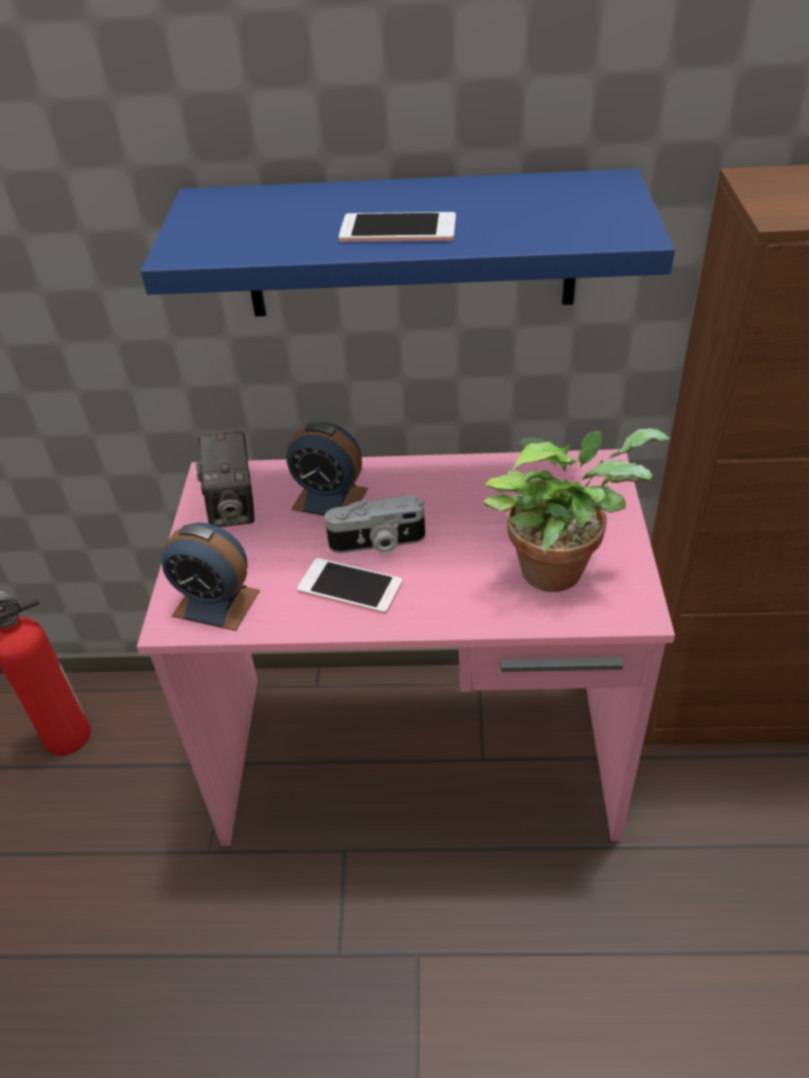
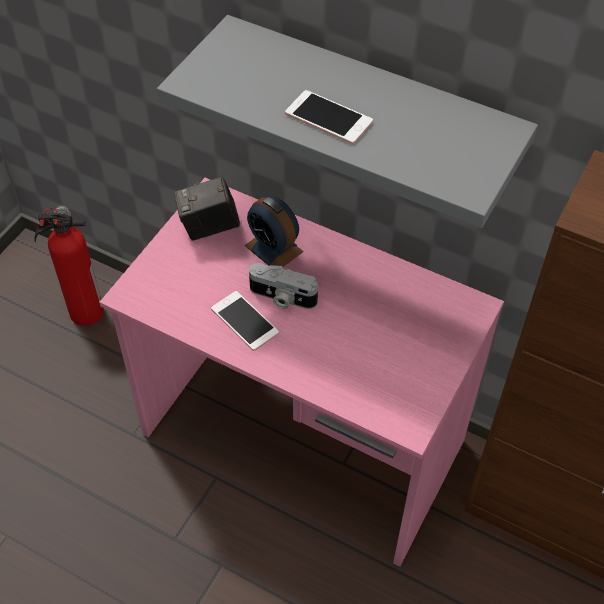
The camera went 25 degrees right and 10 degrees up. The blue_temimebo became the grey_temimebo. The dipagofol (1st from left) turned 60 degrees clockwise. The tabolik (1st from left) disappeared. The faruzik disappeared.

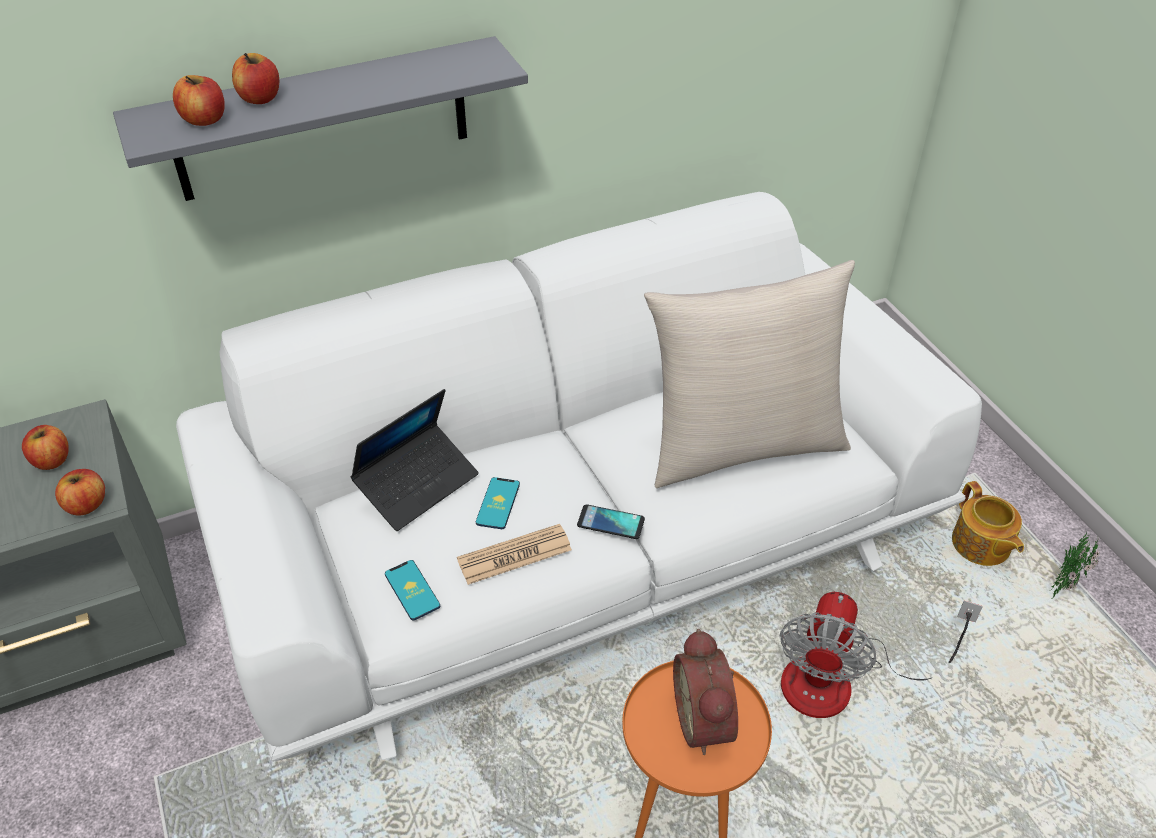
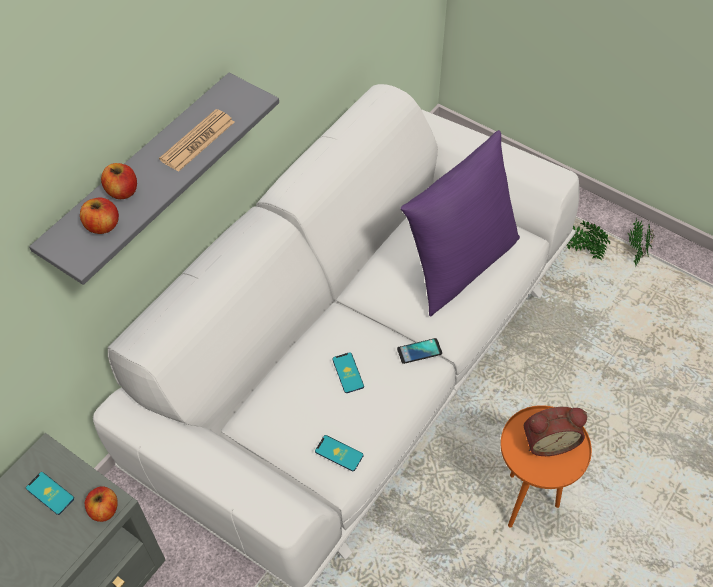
The camera went 30 degrees left and 10 degrees up. The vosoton (1st from left) was replaced by the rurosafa (1st from left). The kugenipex moved. The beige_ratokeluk became the purple_ratokeluk. The tabolik turned 60 degrees counterclockwise. The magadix was replaced by the faruzik (1st from left). The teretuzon disappeared. The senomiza disappeared.

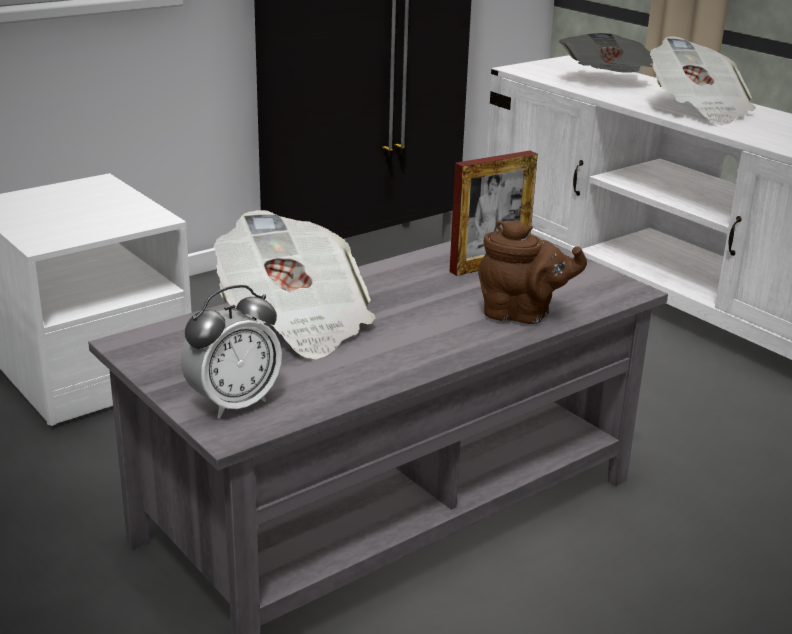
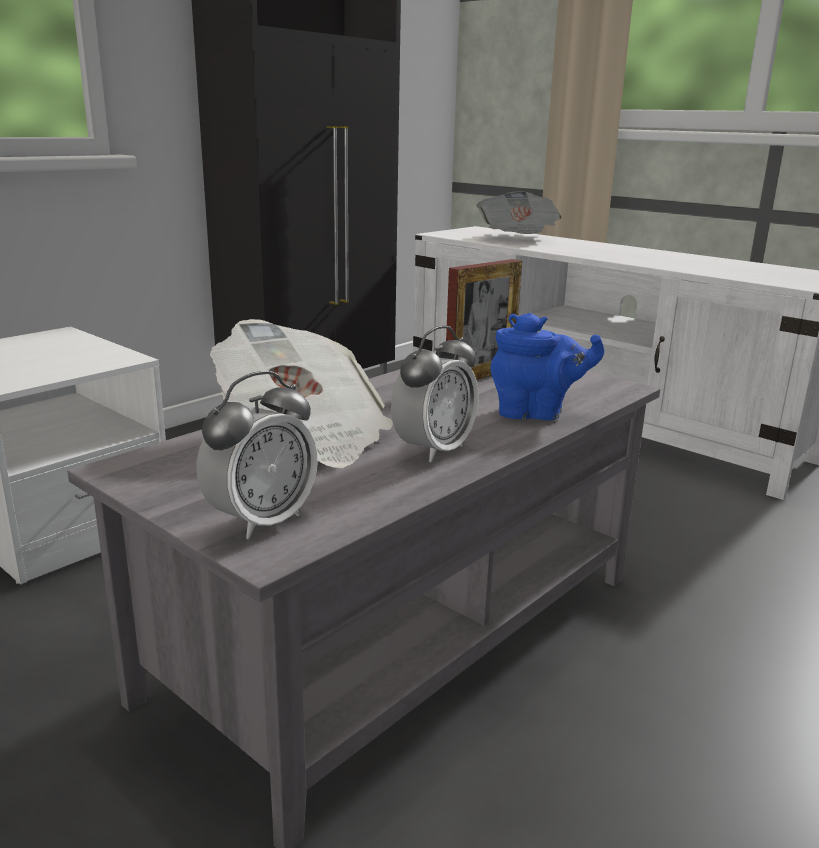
The camera went 10 degrees left and 5 degrees down. The tabolik (2nd from left) appeared. The brown_magadix became the blue_magadix. The kugenipex (3rd from left) disappeared.

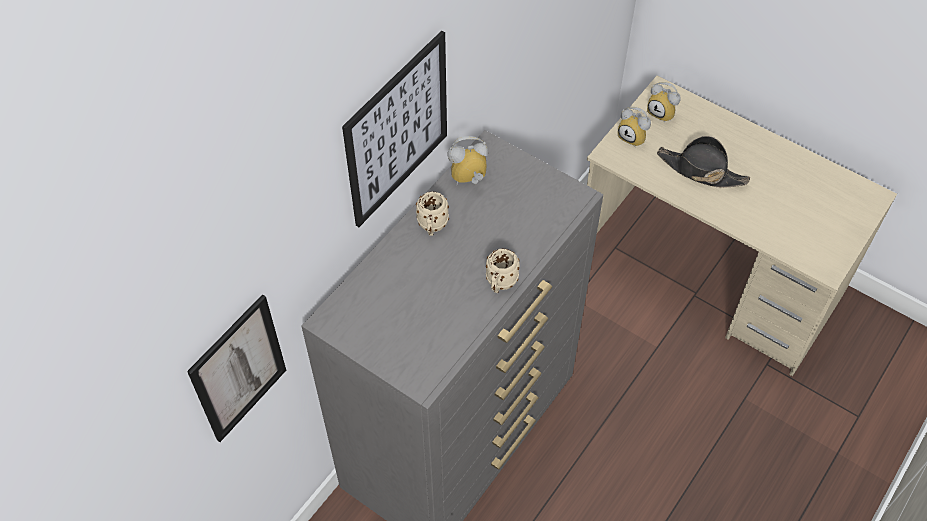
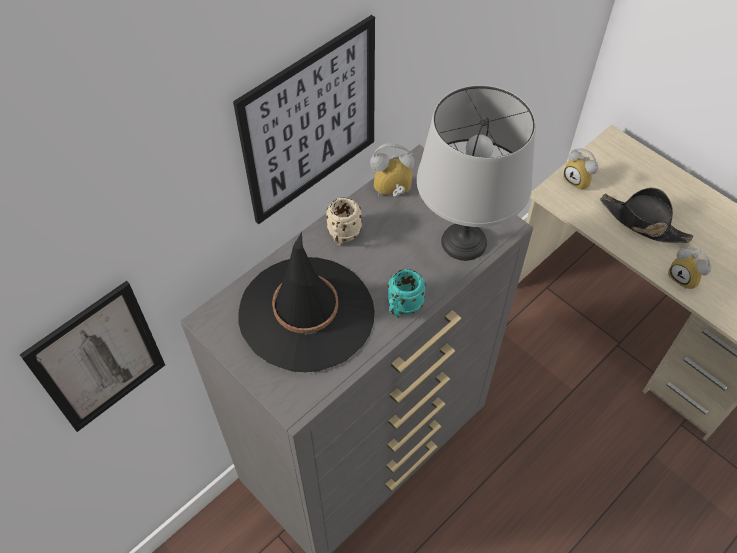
The camera went 10 degrees right and 0 degrees up. The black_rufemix (1st from left) appeared. The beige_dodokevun (2nd from left) became the turquoise_dodokevun. The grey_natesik appeared. The tabolik (3rd from left) moved.

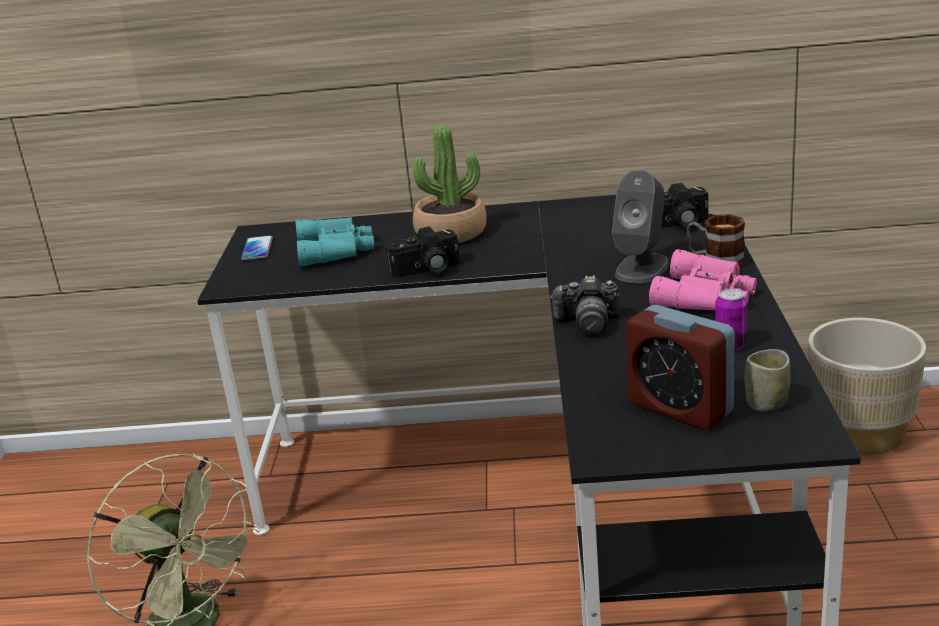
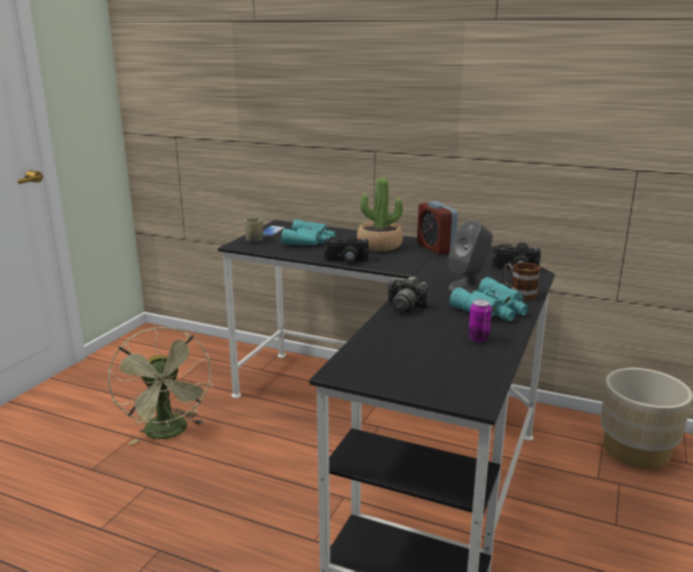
The camera went 20 degrees right and 5 degrees down. The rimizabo moved. The tabolik moved. The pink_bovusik became the turquoise_bovusik (2nd from left).

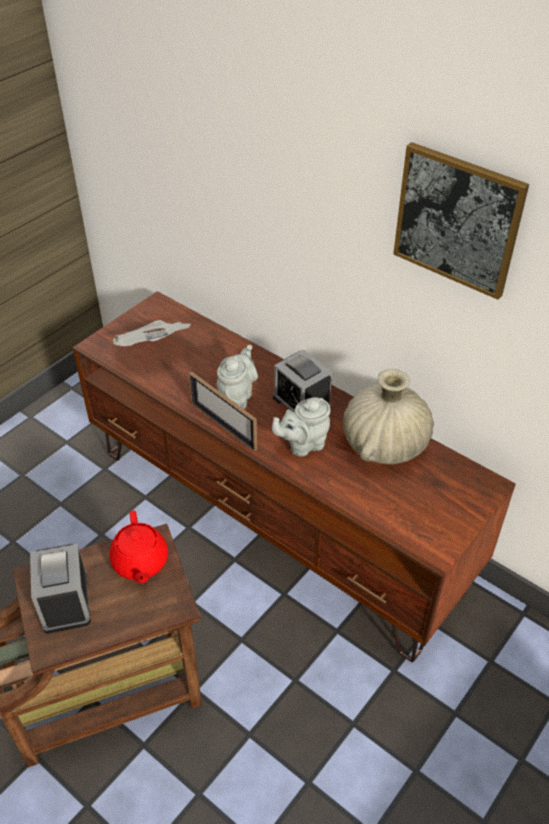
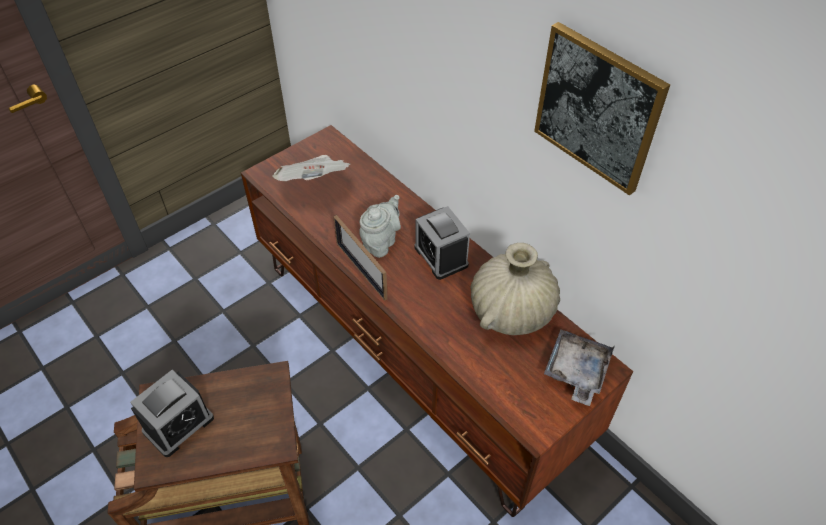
The camera went 10 degrees right and 5 degrees up. The tabolik (1st from left) turned 135 degrees counterclockwise. The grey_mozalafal appeared. The red_magadix disappeared. The grey_magadix (2nd from left) disappeared.

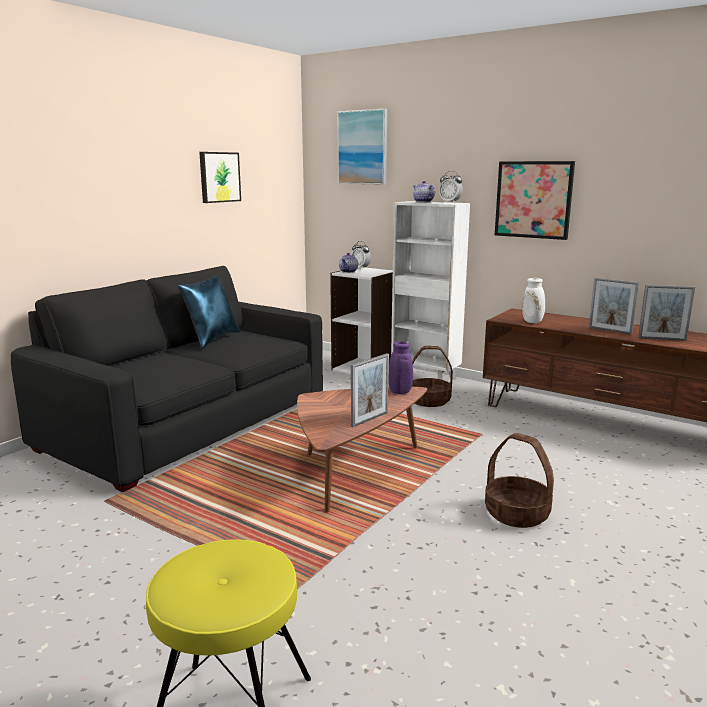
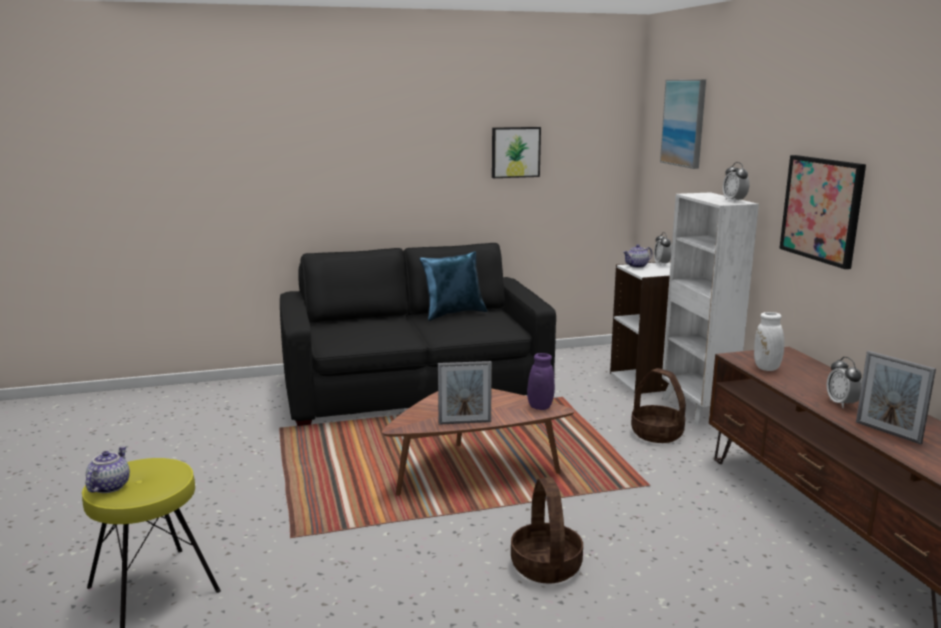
The camera went 40 degrees right and 0 degrees up. The magadix (2nd from left in the first image) moved. The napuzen (2nd from left) was replaced by the tabolik (3rd from left).

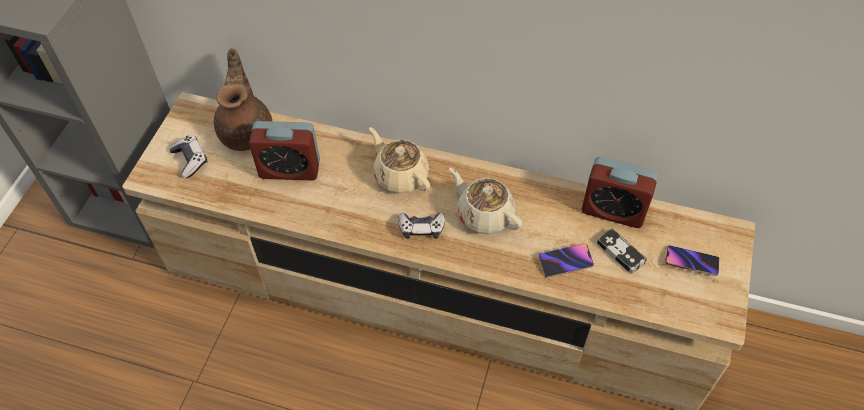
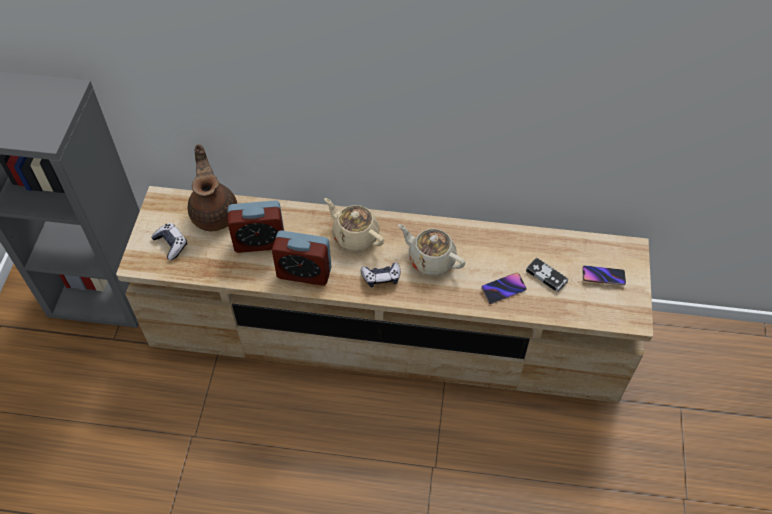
The camera went 10 degrees left and 0 degrees up. The tabolik (2nd from left) moved.

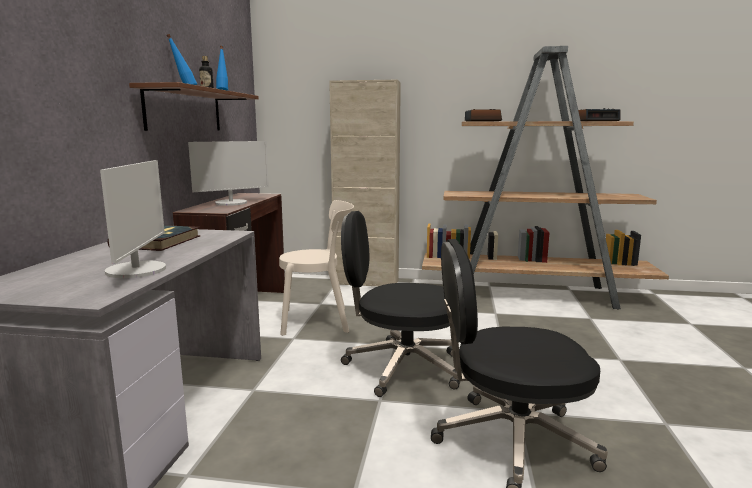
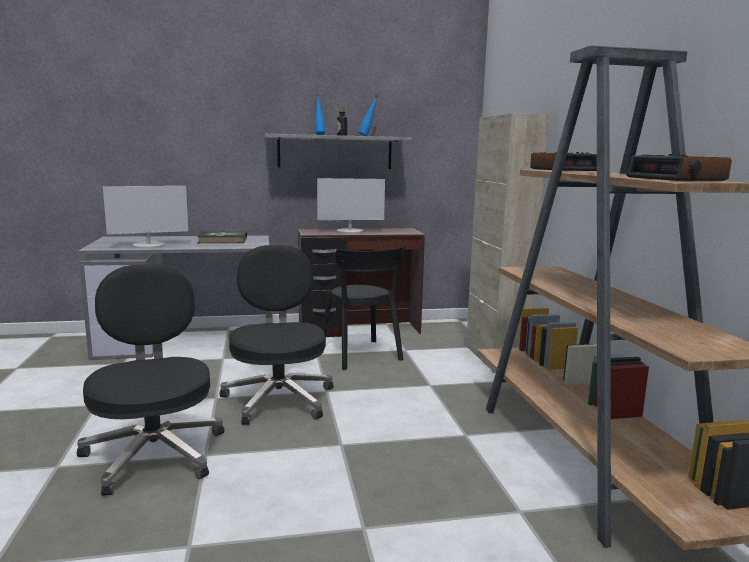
The camera went 70 degrees right and 0 degrees up. The brown_temimebo became the grey_temimebo. The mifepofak (2nd from left) turned 45 degrees counterclockwise. The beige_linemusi became the black_linemusi.

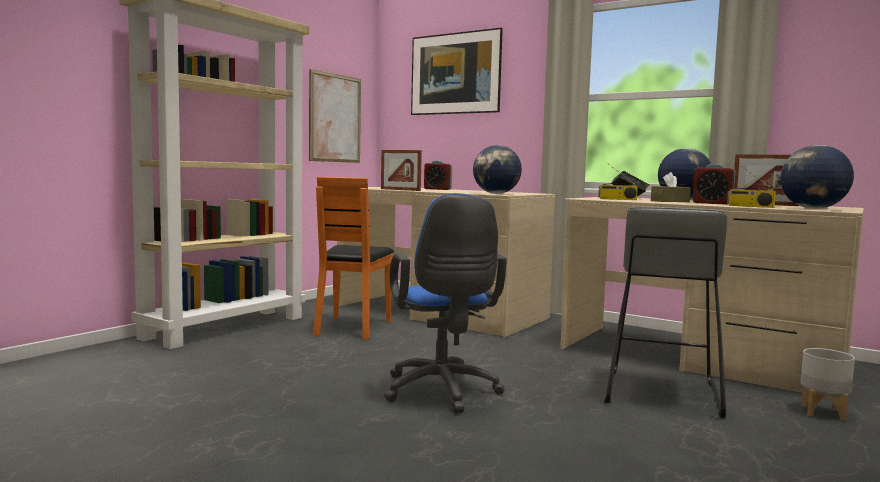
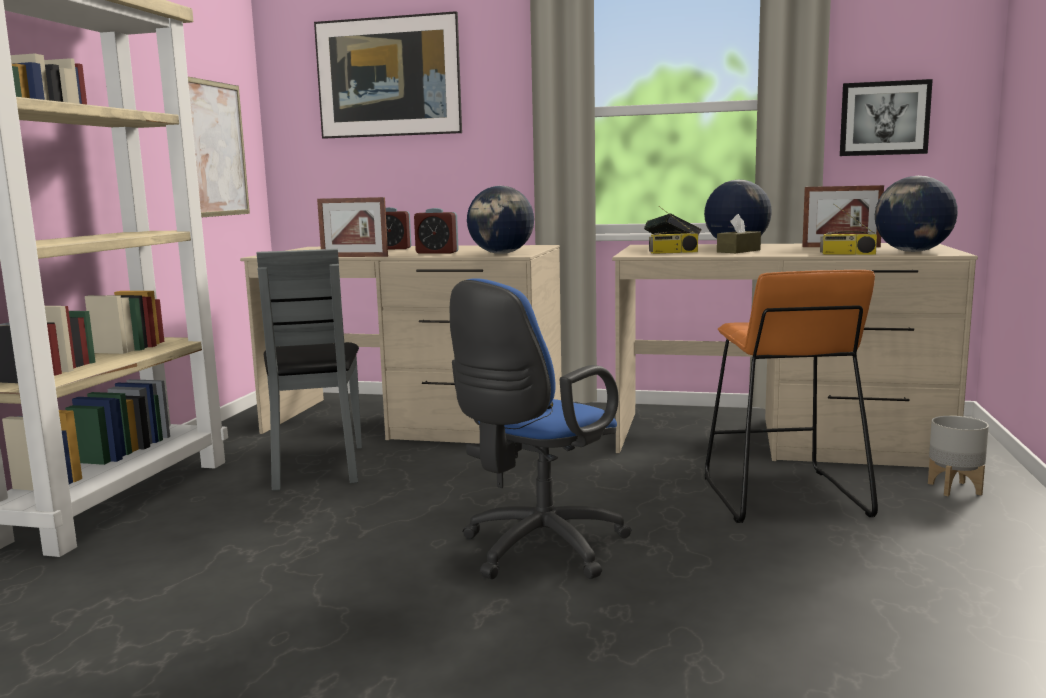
The camera went 20 degrees left and 5 degrees up. The orange_linemusi became the grey_linemusi. The tabolik (2nd from left) moved. The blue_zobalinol turned 75 degrees clockwise. The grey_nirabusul became the orange_nirabusul. The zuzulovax (3rd from left) appeared.

